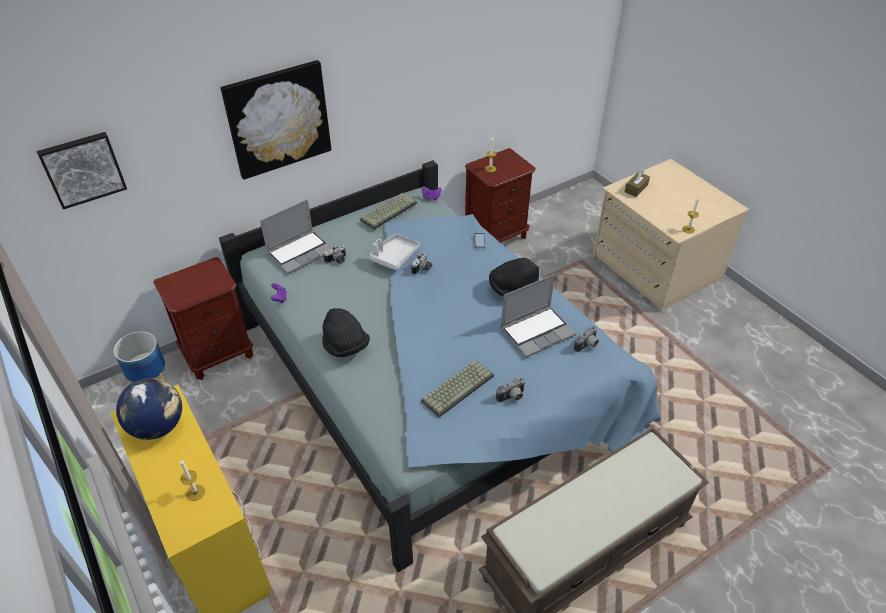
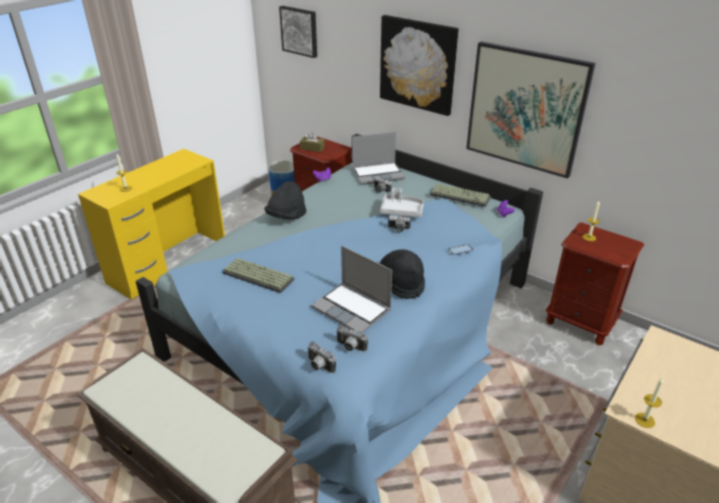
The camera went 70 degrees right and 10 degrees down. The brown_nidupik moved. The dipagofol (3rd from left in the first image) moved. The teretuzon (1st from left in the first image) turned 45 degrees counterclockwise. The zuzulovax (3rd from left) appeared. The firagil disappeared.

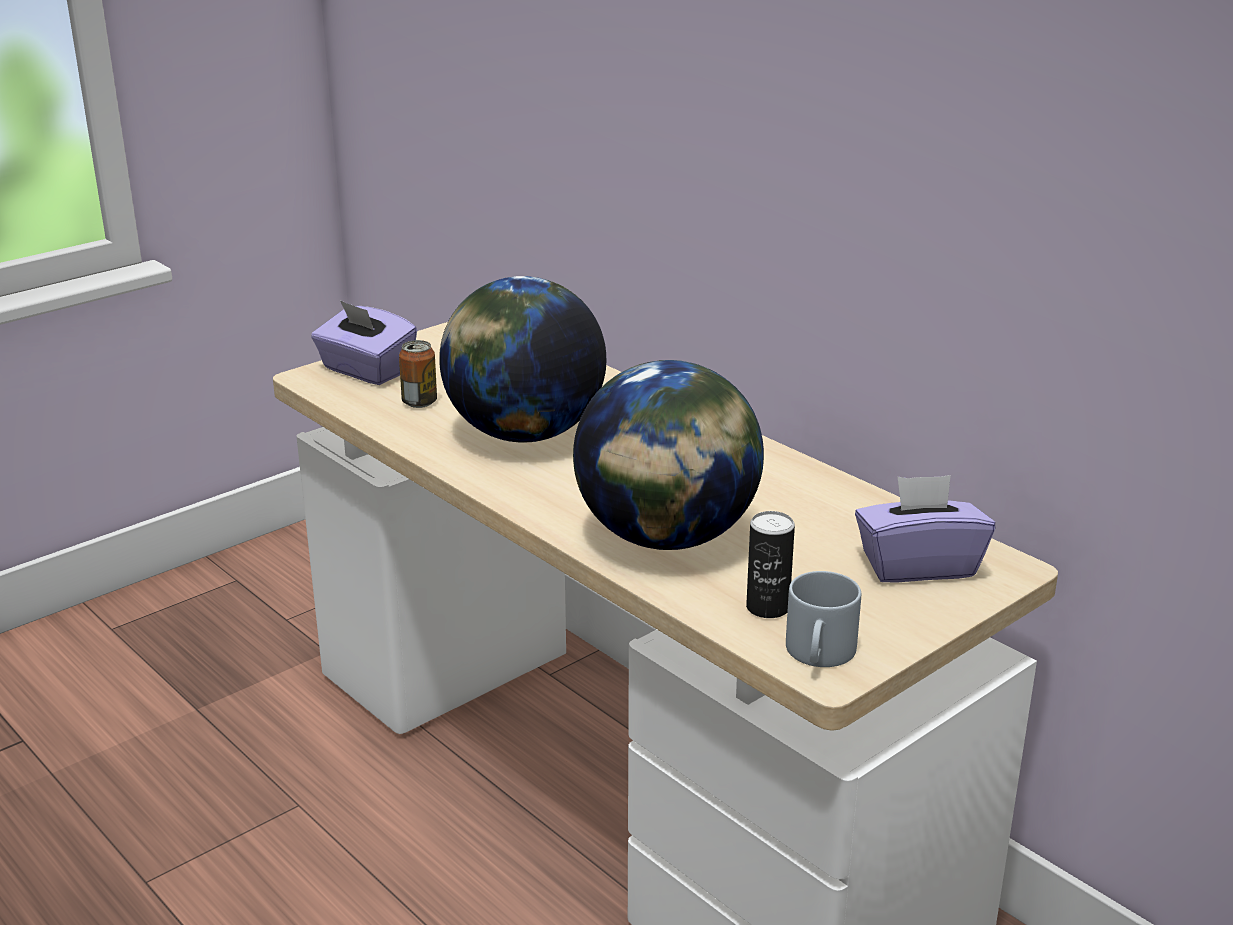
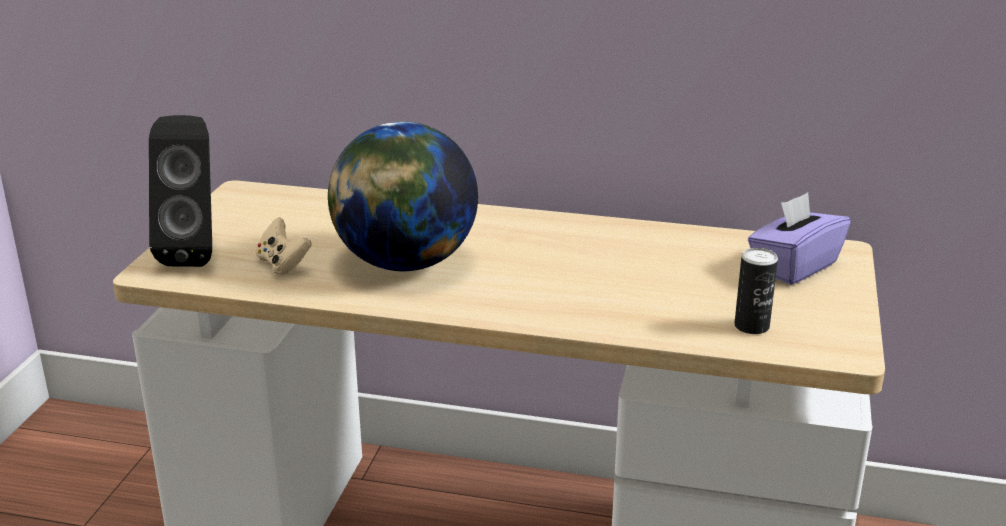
The camera went 35 degrees left and 0 degrees up. The purple_nidupik (1st from left) was replaced by the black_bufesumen. The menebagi (1st from left) was replaced by the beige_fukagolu. The firagil (2nd from left) disappeared. The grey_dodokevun disappeared.

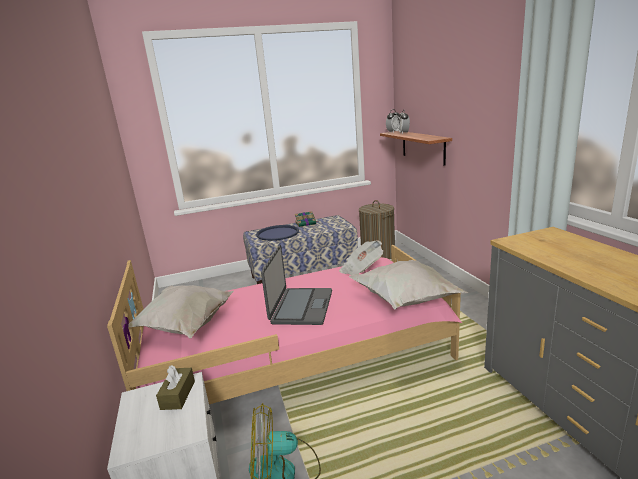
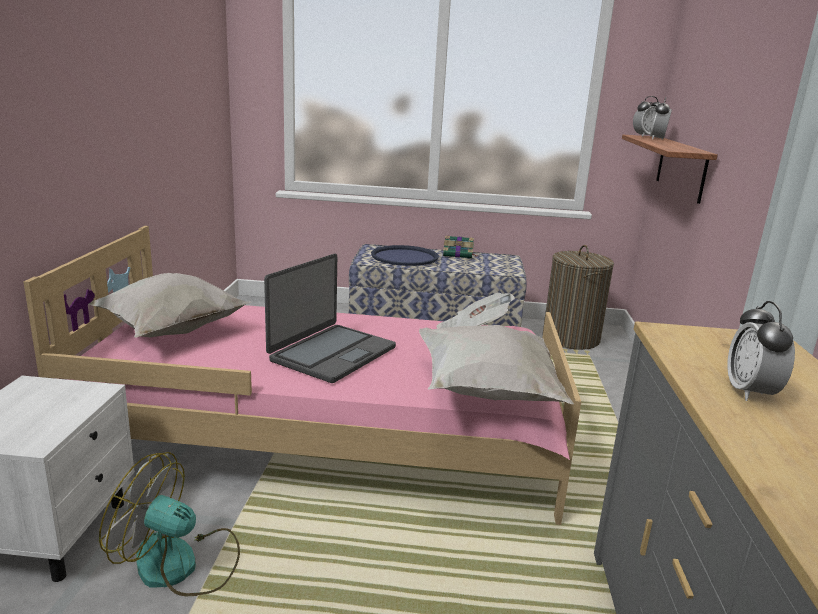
The camera went 20 degrees right and 0 degrees up. The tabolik (3rd from left) appeared. The brown_nidupik disappeared.

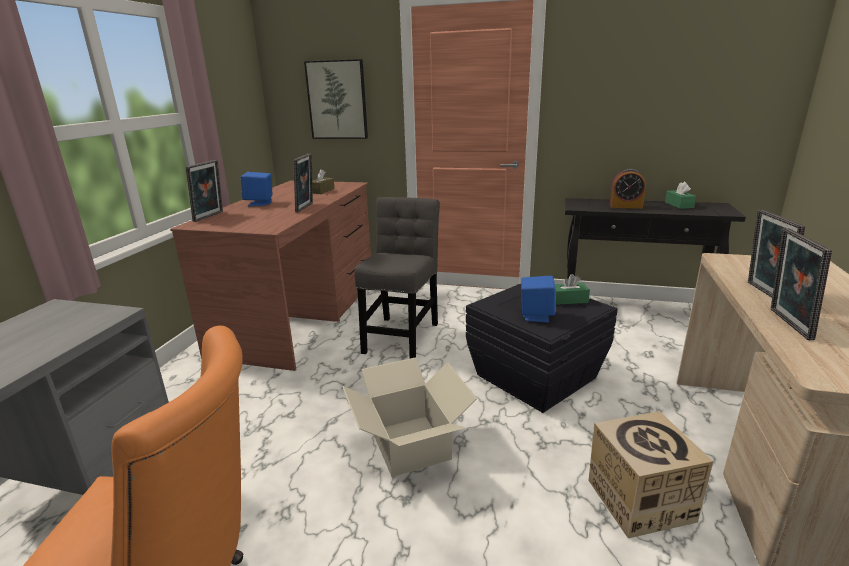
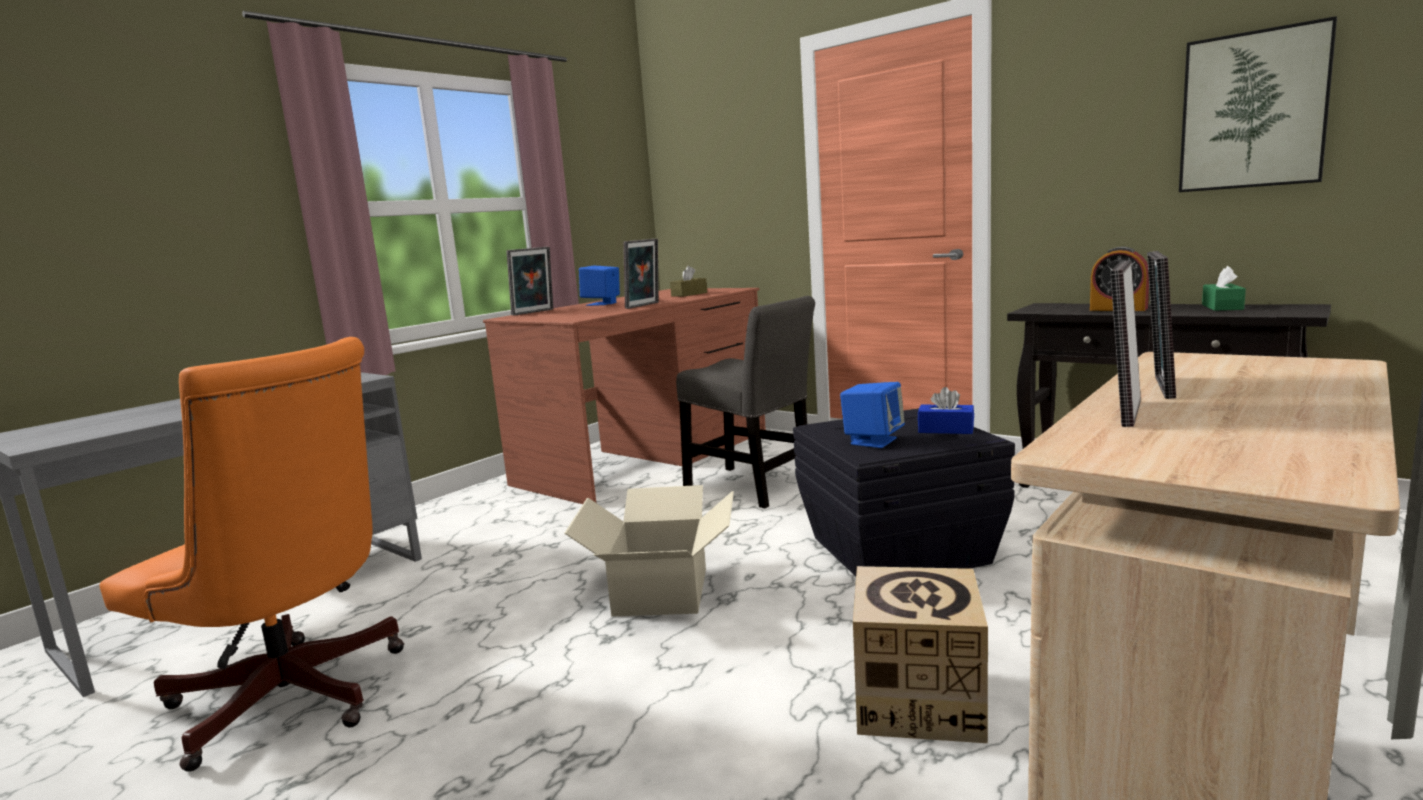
The camera went 25 degrees right and 10 degrees down. The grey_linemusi turned 90 degrees clockwise. The green_nidupik (1st from left) became the blue_nidupik. The zuzulovax moved.

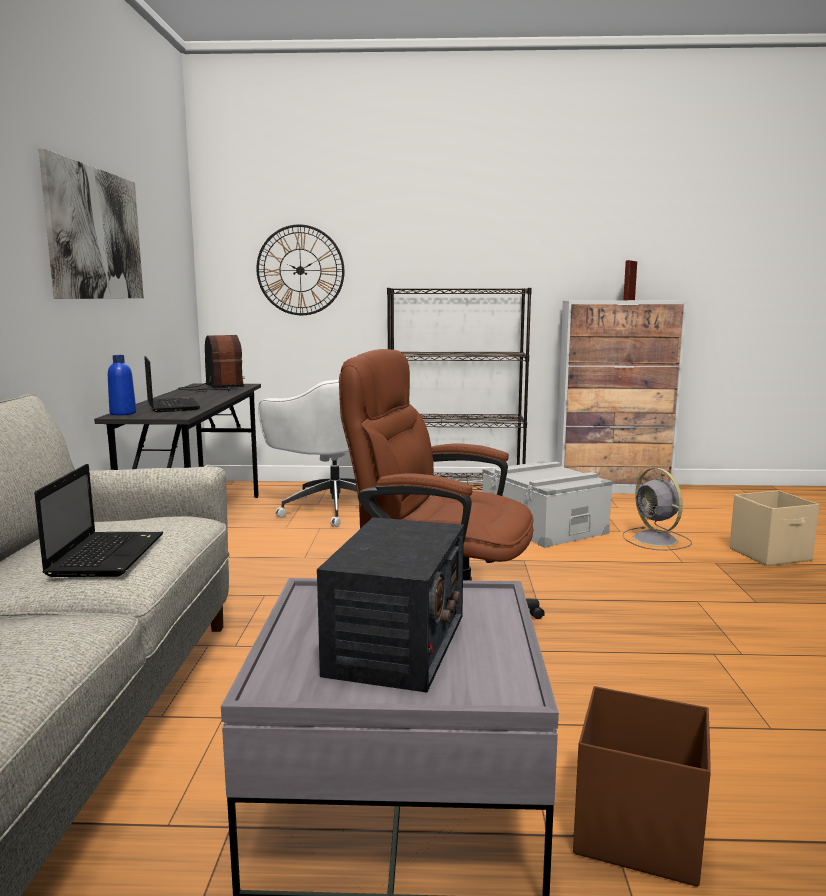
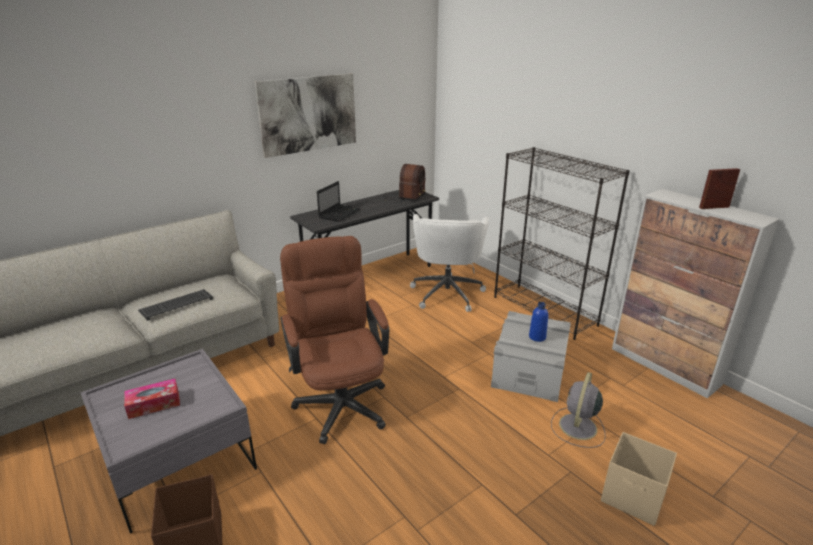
The camera went 50 degrees right and 15 degrees up. The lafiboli (2nd from left) was replaced by the nidupik. The teretuzon (1st from left) was replaced by the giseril. The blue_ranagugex moved. The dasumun disappeared.

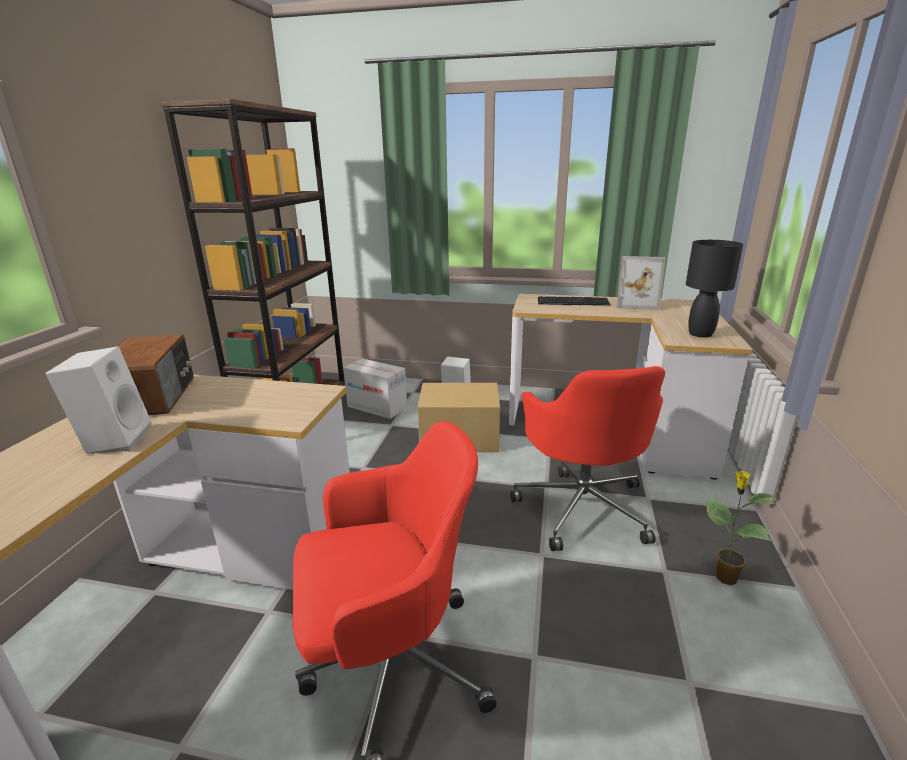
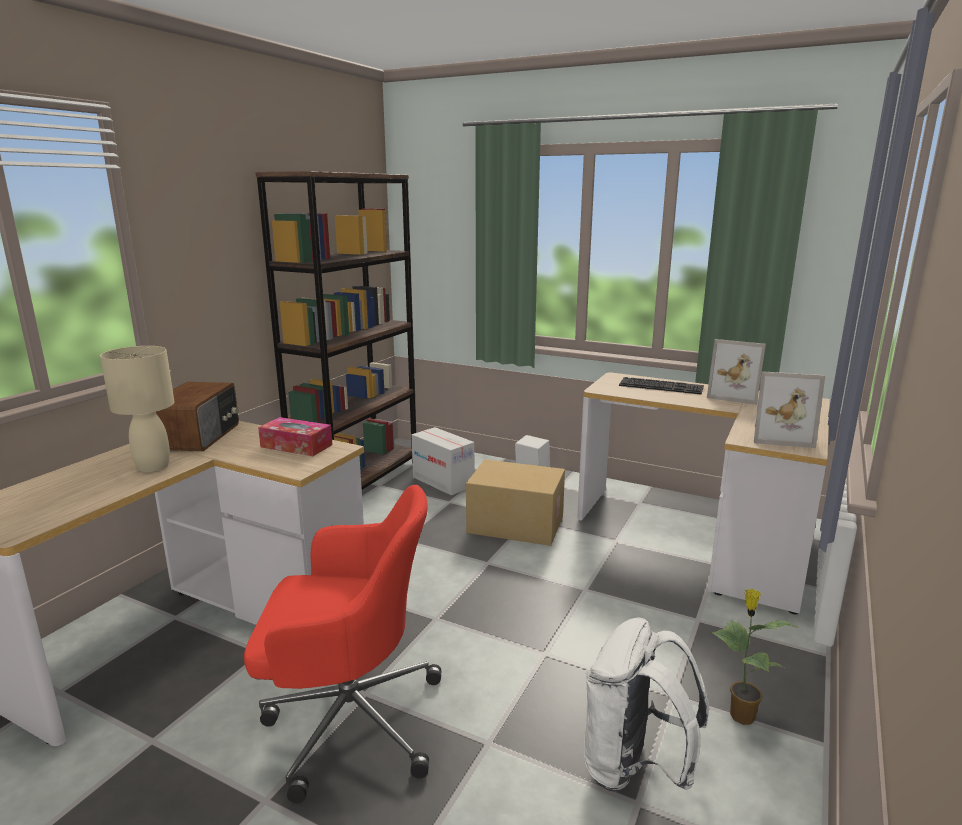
The camera went 15 degrees right and 5 degrees down. The white_bufesumen (1st from left) was replaced by the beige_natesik. The nidupik appeared. The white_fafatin appeared. The black_natesik was replaced by the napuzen (2nd from left). The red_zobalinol (2nd from left) disappeared.

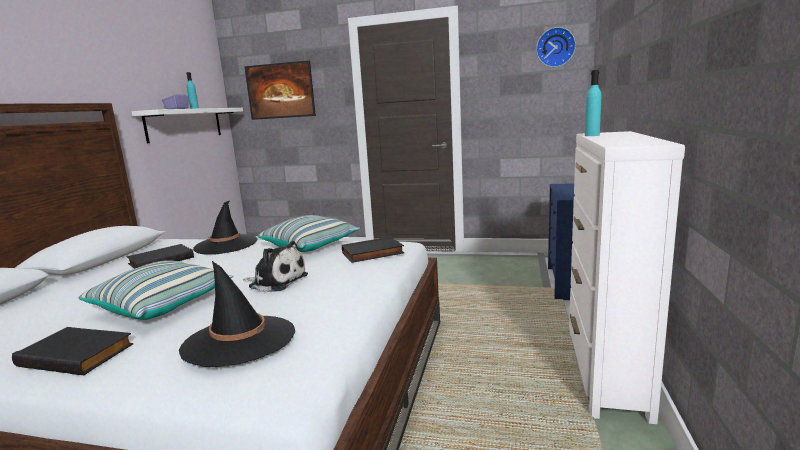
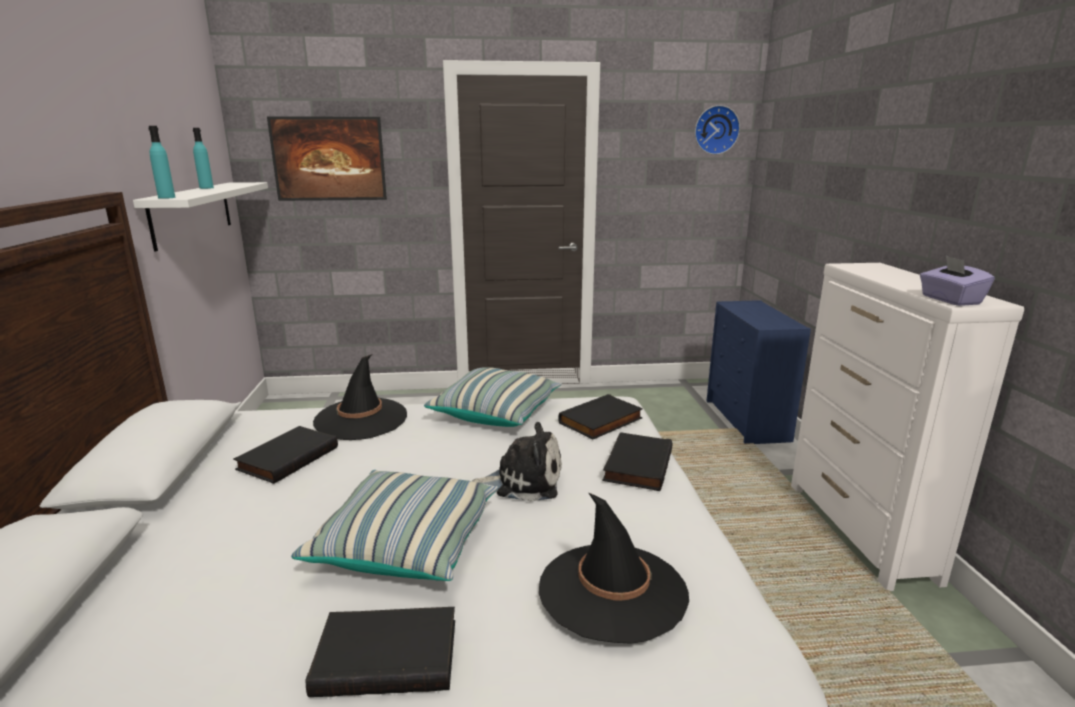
The camera went 20 degrees left and 5 degrees up. The turquoise_ranagugex (2nd from left in the first image) moved. The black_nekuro (4th from left) appeared. The purple_nidupik moved.

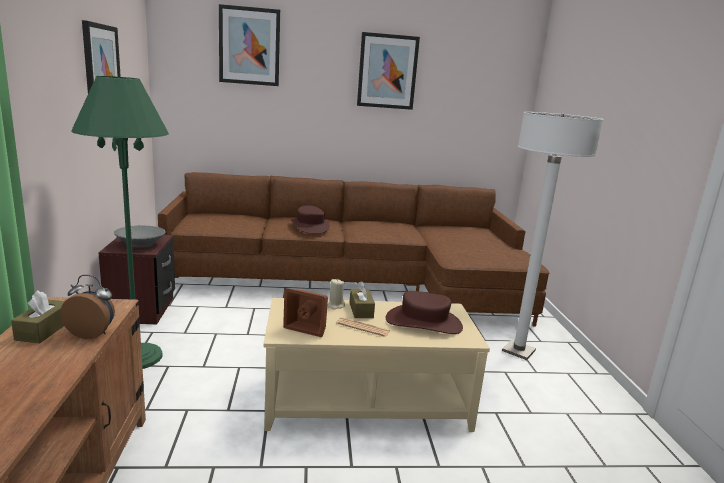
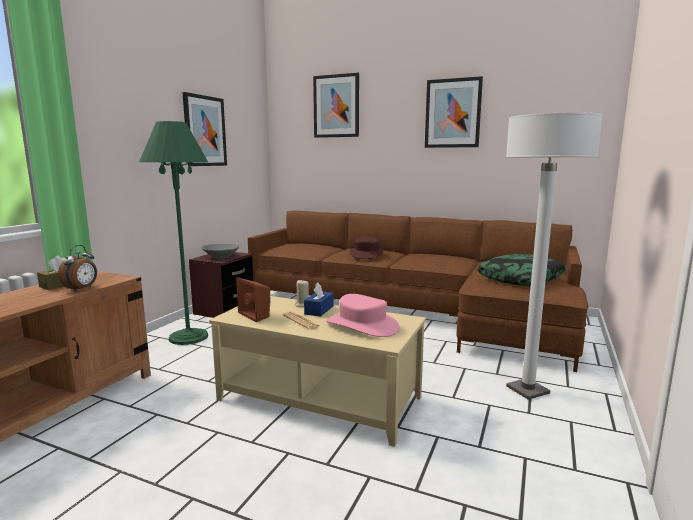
The camera went 30 degrees right and 5 degrees down. The tabolik turned 75 degrees clockwise. The brown_nidupik (2nd from left) became the blue_nidupik. The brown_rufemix (2nd from left) became the pink_rufemix. The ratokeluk appeared.

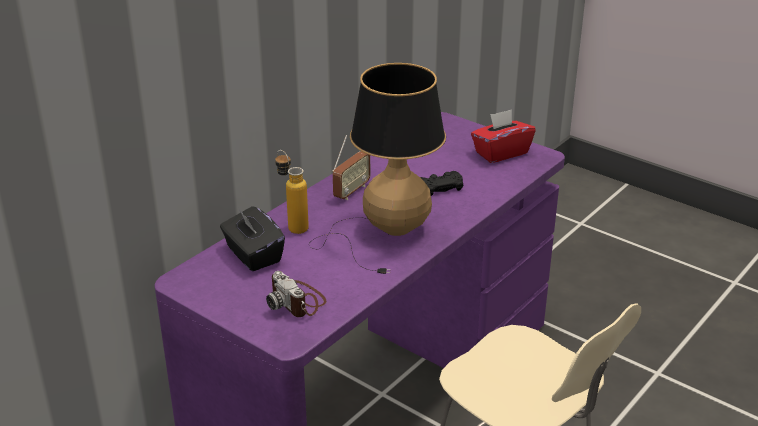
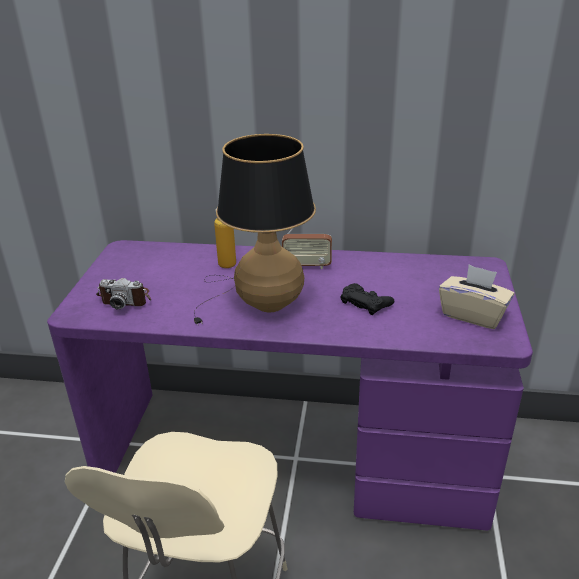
The camera went 60 degrees right and 0 degrees up. The dipagofol turned 105 degrees counterclockwise. The red_nidupik became the beige_nidupik. The black_nidupik disappeared.

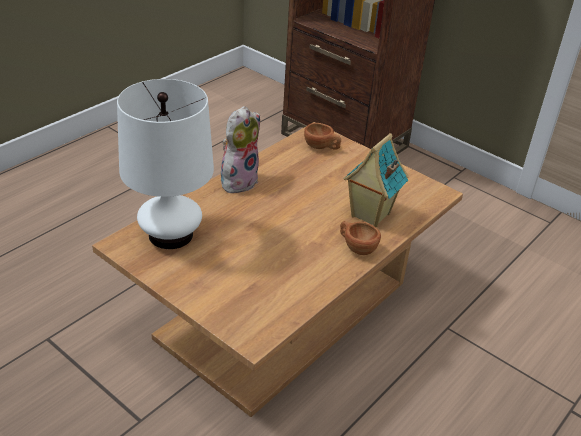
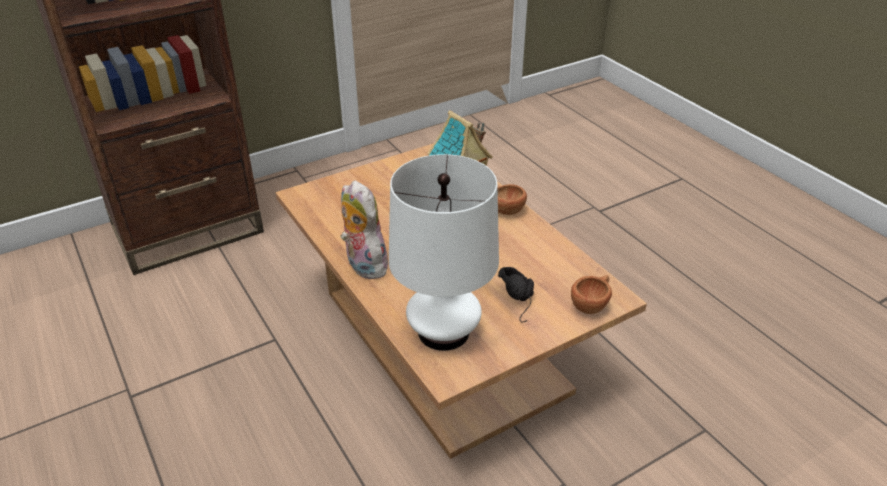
The camera went 70 degrees left and 0 degrees up. The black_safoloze appeared. The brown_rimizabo (1st from left in the first image) moved.

